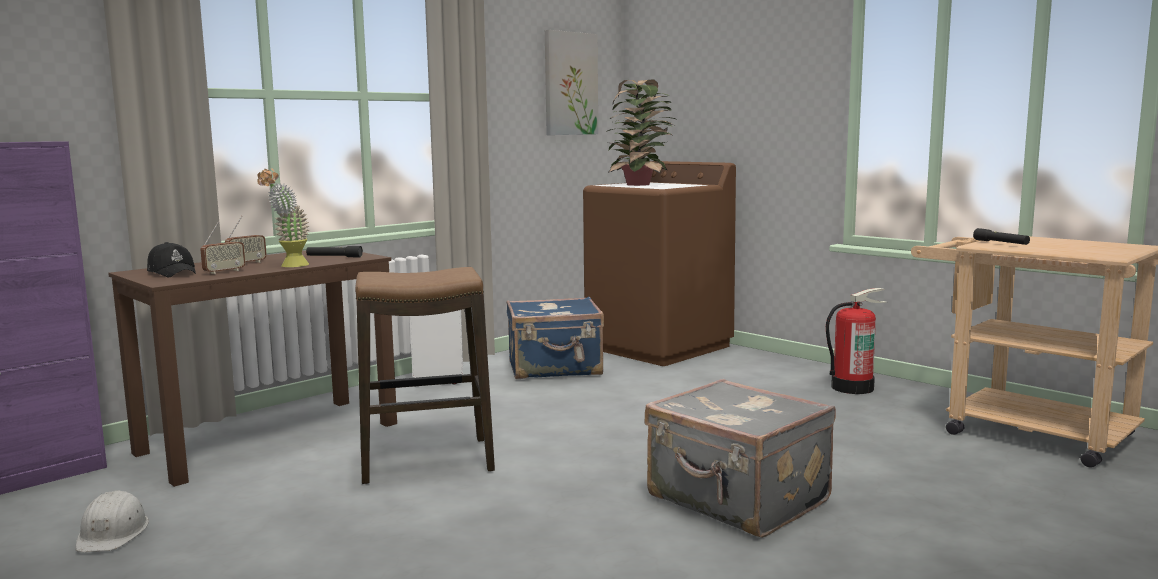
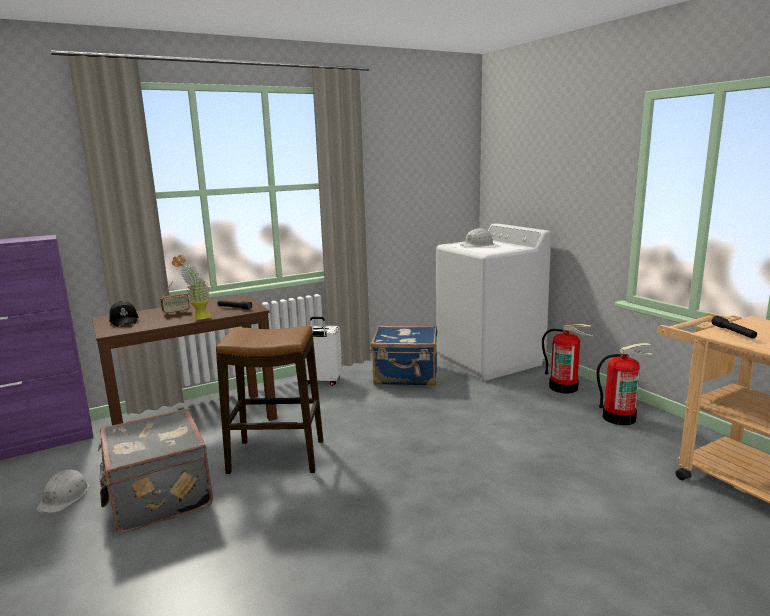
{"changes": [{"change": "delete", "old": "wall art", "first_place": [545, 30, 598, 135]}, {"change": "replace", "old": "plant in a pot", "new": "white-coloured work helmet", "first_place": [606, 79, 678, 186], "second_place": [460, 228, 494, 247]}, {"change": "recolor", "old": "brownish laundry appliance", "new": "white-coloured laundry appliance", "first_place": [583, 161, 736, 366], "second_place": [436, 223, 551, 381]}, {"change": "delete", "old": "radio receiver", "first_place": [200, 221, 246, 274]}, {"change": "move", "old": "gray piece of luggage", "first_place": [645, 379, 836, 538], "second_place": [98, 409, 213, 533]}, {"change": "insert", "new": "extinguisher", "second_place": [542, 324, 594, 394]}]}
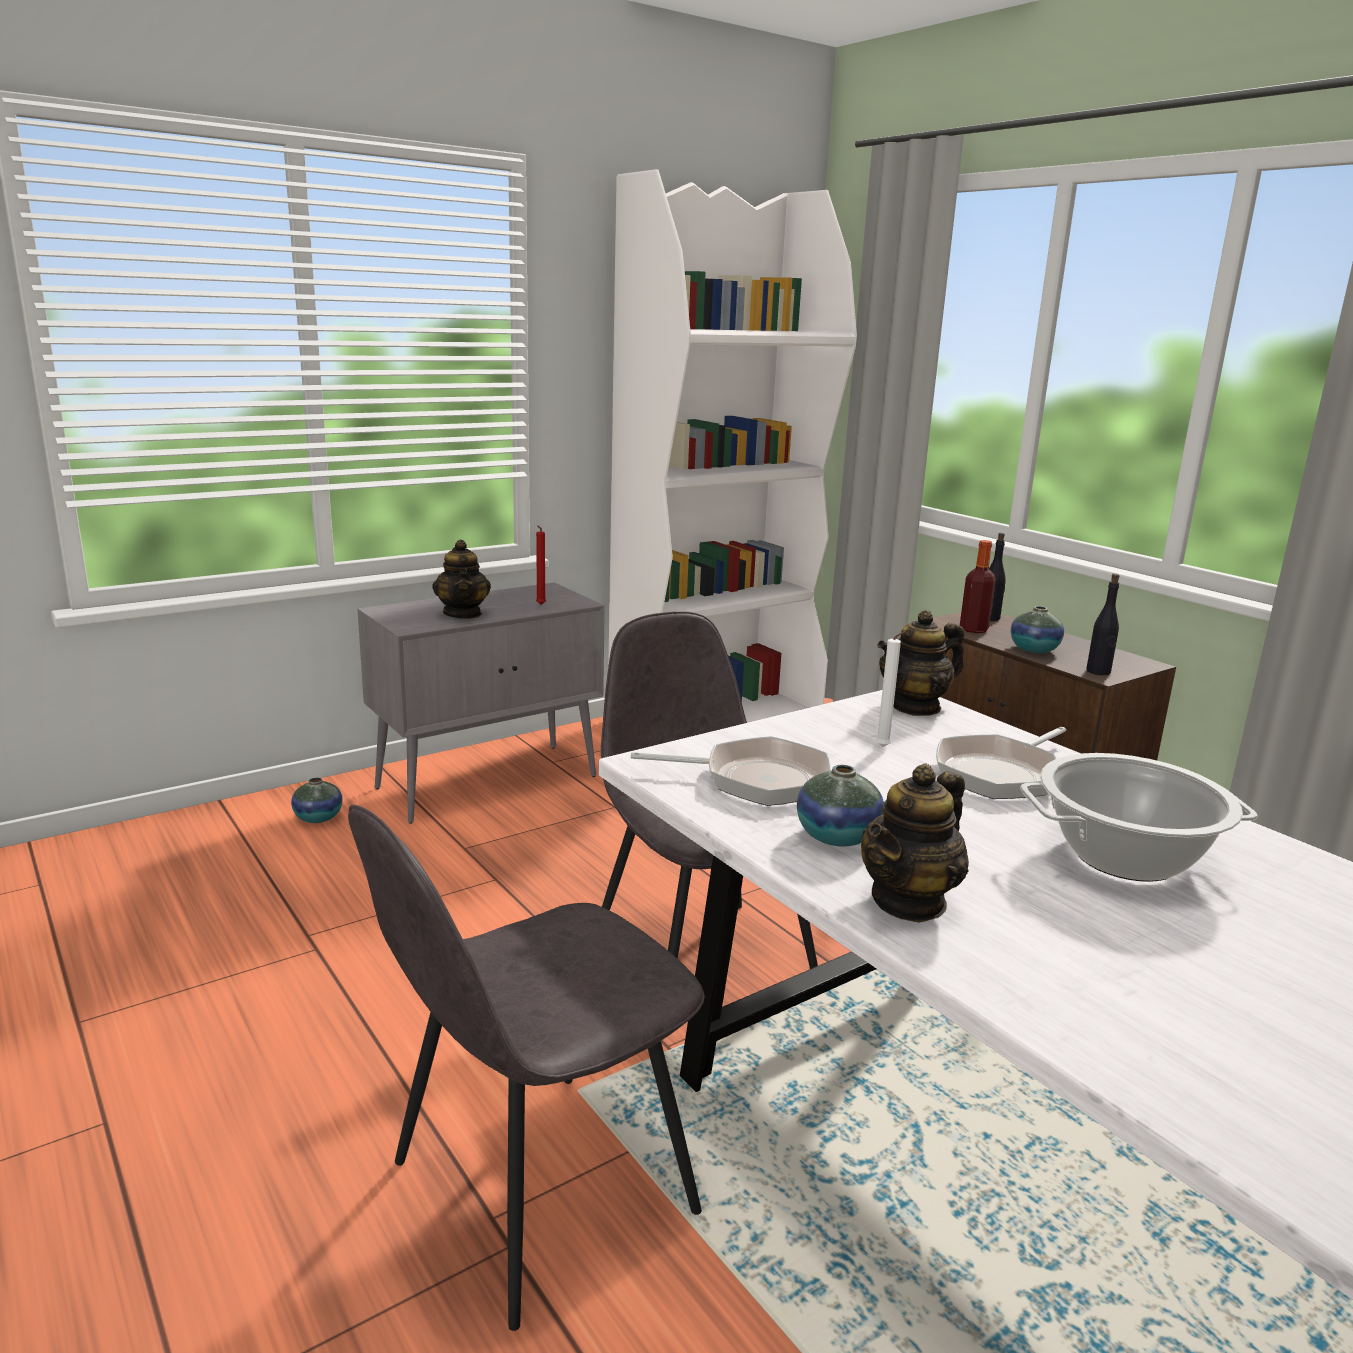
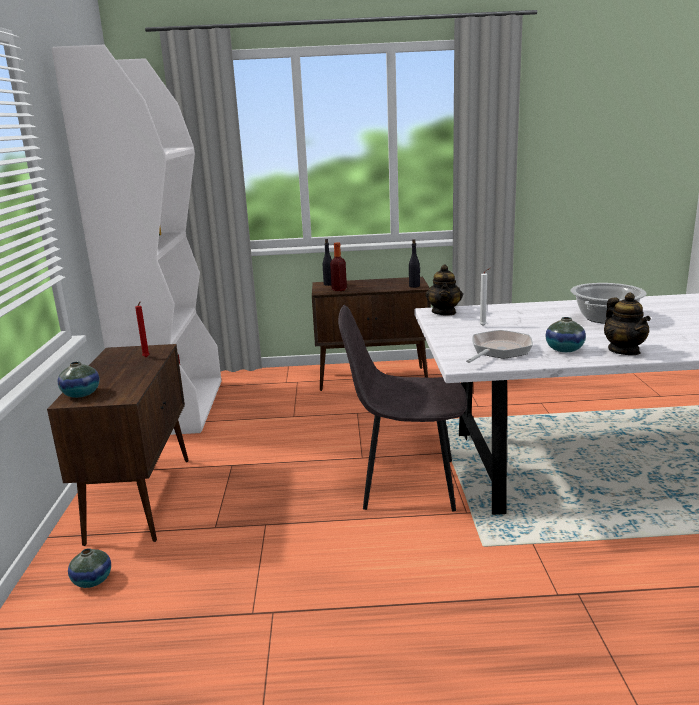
{"changes": [{"change": "delete", "old": "teapot", "first_place": [432, 540, 491, 619]}, {"change": "recolor", "old": "gray storage cabinet", "new": "brownish storage cabinet", "first_place": [358, 582, 605, 824], "second_place": [47, 344, 189, 546]}, {"change": "move", "old": "flower vase", "first_place": [1011, 606, 1064, 653], "second_place": [58, 361, 99, 398]}, {"change": "delete", "old": "frying pan", "first_place": [936, 727, 1066, 799]}, {"change": "delete", "old": "gray chair", "first_place": [348, 805, 705, 1331]}]}
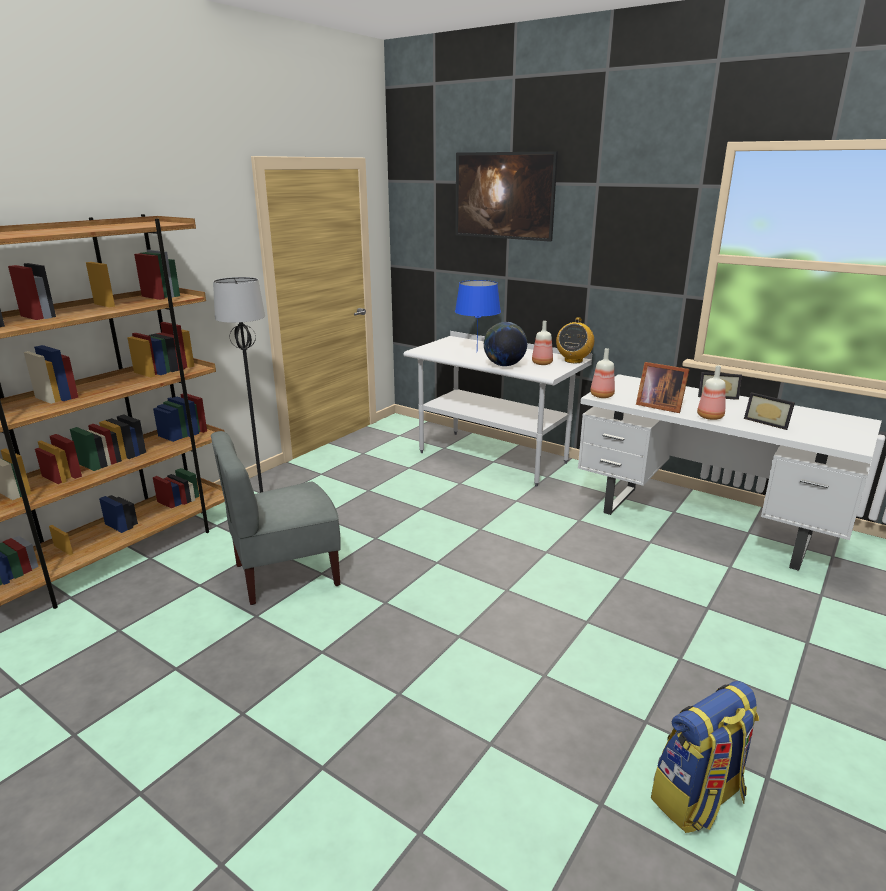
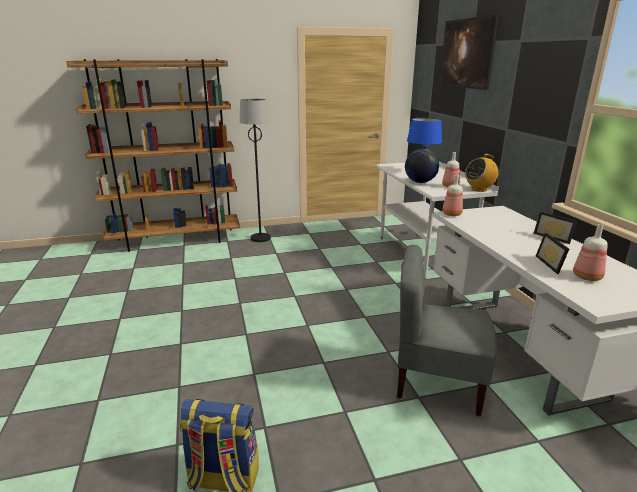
{"changes": [{"change": "delete", "old": "standing frame", "first_place": [636, 362, 690, 413]}, {"change": "move", "old": "beverage bottle", "first_place": [697, 365, 726, 420], "second_place": [573, 224, 608, 281]}, {"change": "move", "old": "gray chair", "first_place": [211, 431, 340, 605], "second_place": [397, 245, 497, 416]}]}
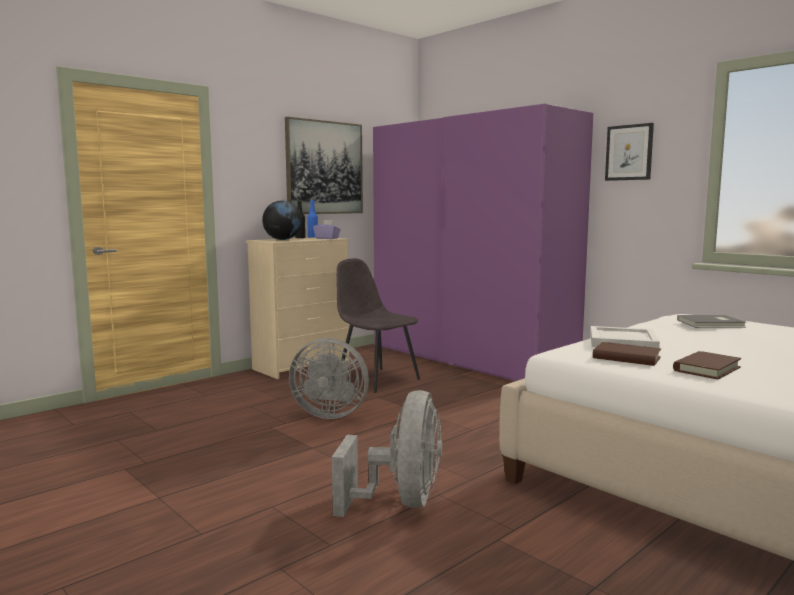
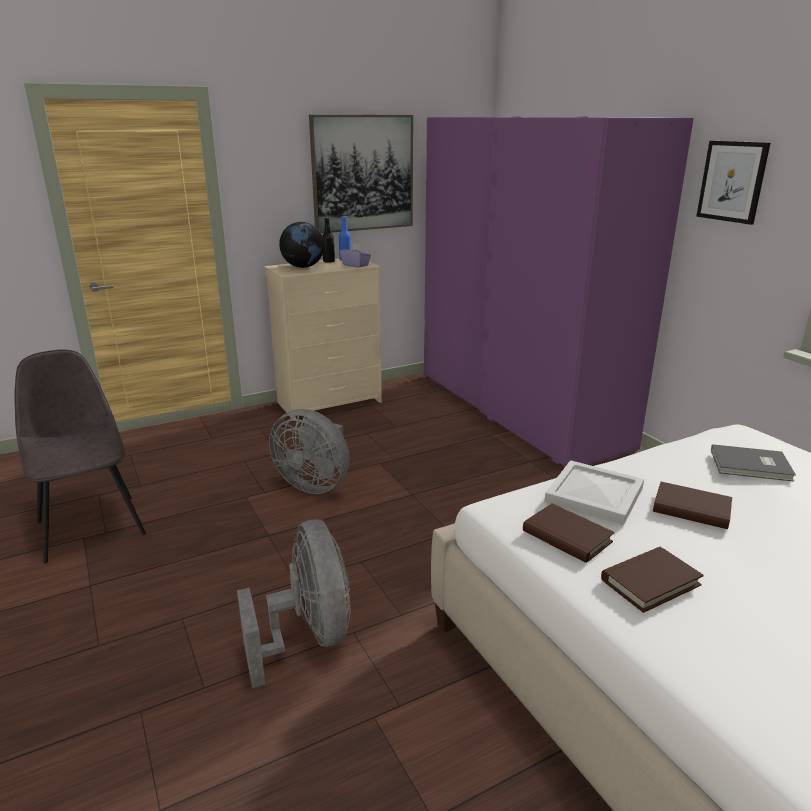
{"changes": [{"change": "move", "old": "gray chair", "first_place": [336, 259, 420, 393], "second_place": [14, 349, 146, 563]}, {"change": "rotate", "old": "gray fan", "first_place": [332, 390, 442, 517], "second_place": [237, 519, 350, 688], "degrees": -45}, {"change": "insert", "new": "brownish bound book", "second_place": [653, 482, 732, 529]}]}
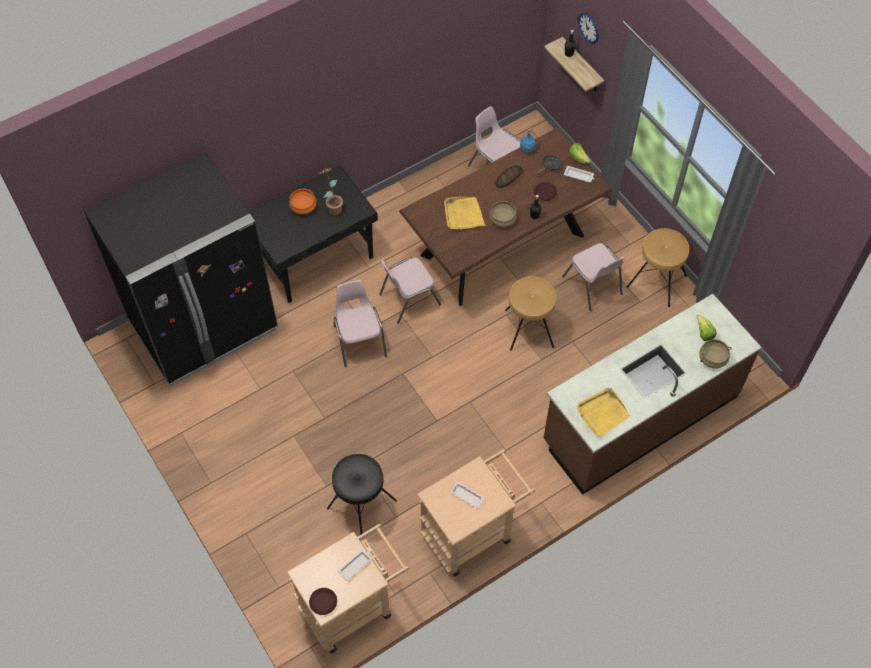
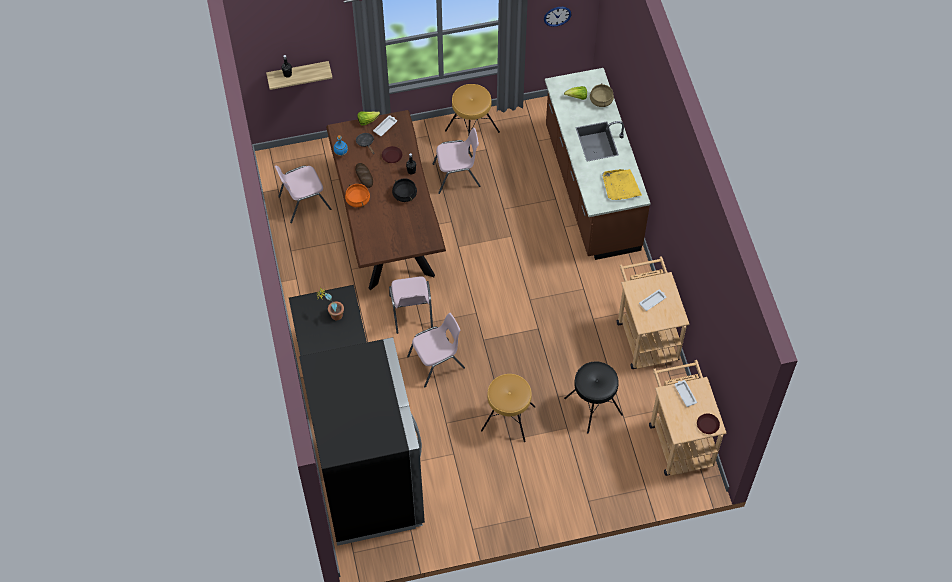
{"changes": [{"change": "move", "old": "wall clock", "first_place": [578, 13, 599, 44], "second_place": [544, 7, 572, 27]}, {"change": "move", "old": "orange-coloured saucepot", "first_place": [289, 189, 317, 215], "second_place": [345, 184, 370, 207]}, {"change": "delete", "old": "yellowish serving tray", "first_place": [444, 196, 485, 230]}, {"change": "recolor", "old": "sand-coloured saucepot", "new": "black-coloured saucepot", "first_place": [489, 201, 517, 227], "second_place": [392, 178, 417, 202]}, {"change": "move", "old": "brownish stool seat", "first_place": [505, 276, 556, 351], "second_place": [481, 374, 536, 442]}, {"change": "rotate", "old": "pink chair", "first_place": [334, 280, 387, 368], "second_place": [407, 313, 465, 388], "degrees": 150}]}
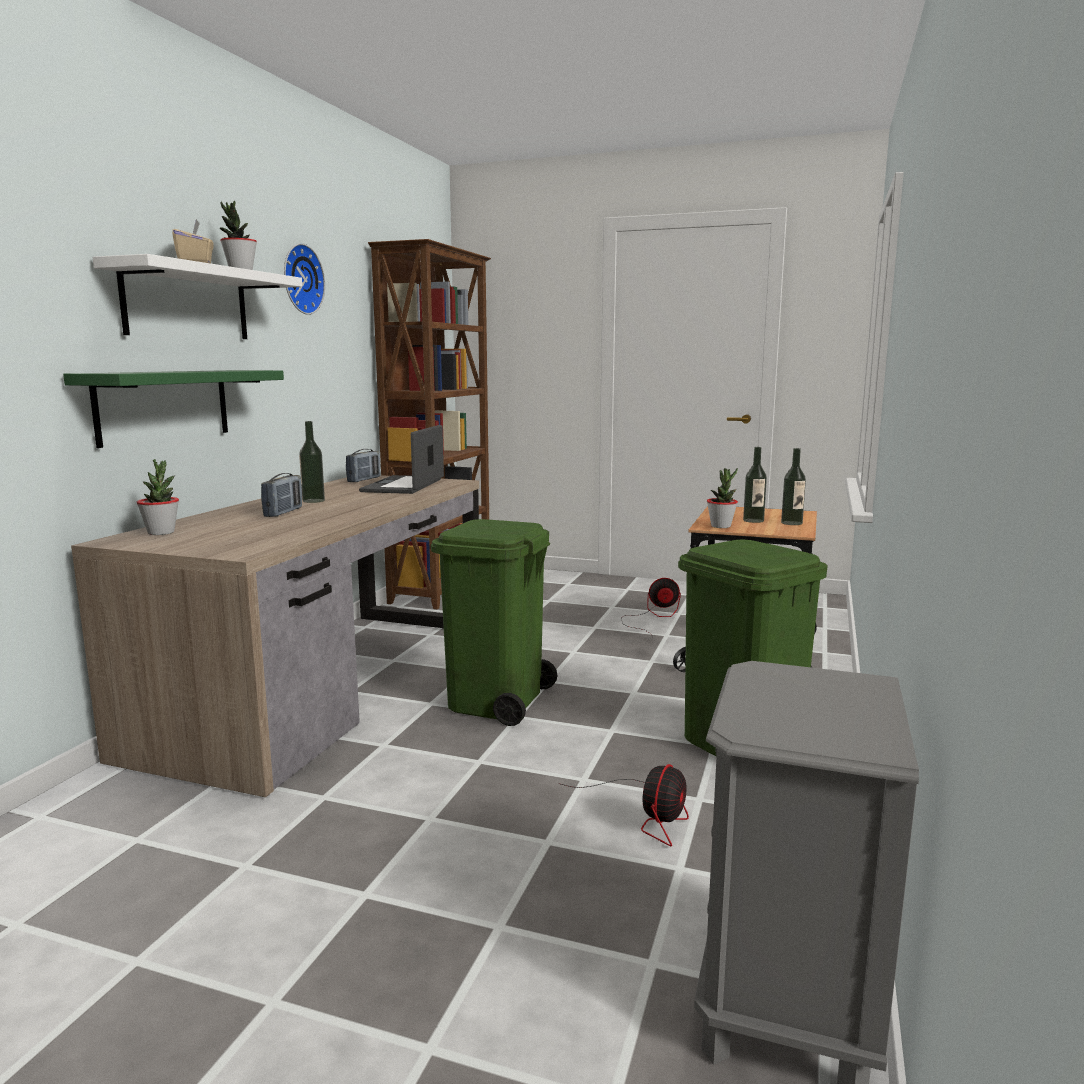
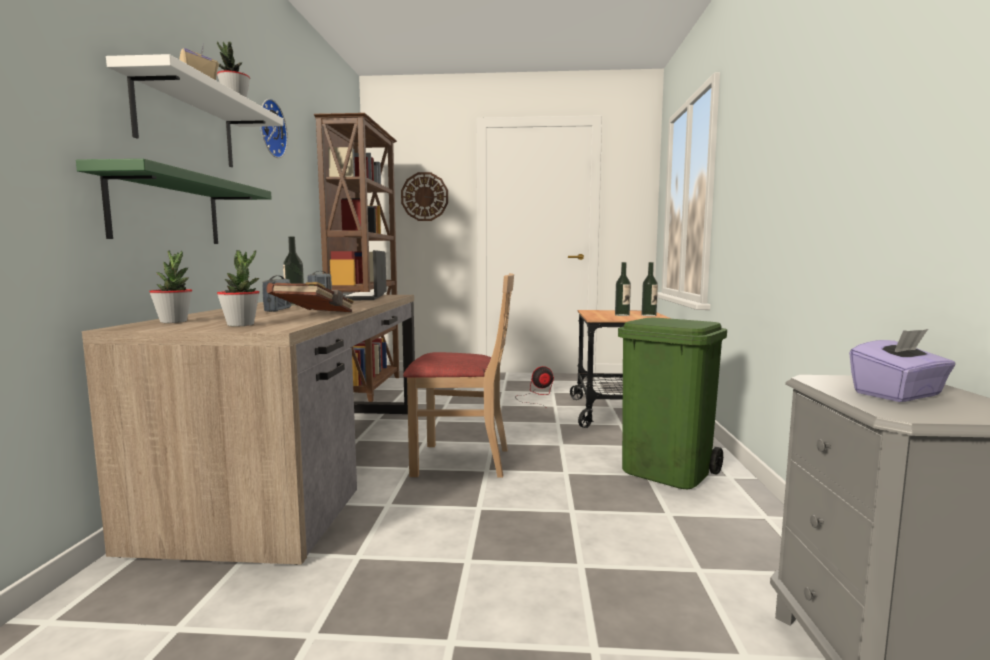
{"changes": [{"change": "move", "old": "plant in a pot", "first_place": [707, 468, 738, 528], "second_place": [217, 250, 260, 327]}, {"change": "replace", "old": "greenish waste bin", "new": "sand-coloured chair", "first_place": [431, 519, 558, 726], "second_place": [403, 273, 514, 478]}, {"change": "delete", "old": "fan", "first_place": [559, 764, 689, 847]}, {"change": "insert", "new": "wall clock", "second_place": [401, 172, 448, 221]}, {"change": "insert", "new": "brownish bound book", "second_place": [266, 282, 354, 312]}, {"change": "insert", "new": "purplish box of tissues", "second_place": [849, 329, 956, 402]}]}
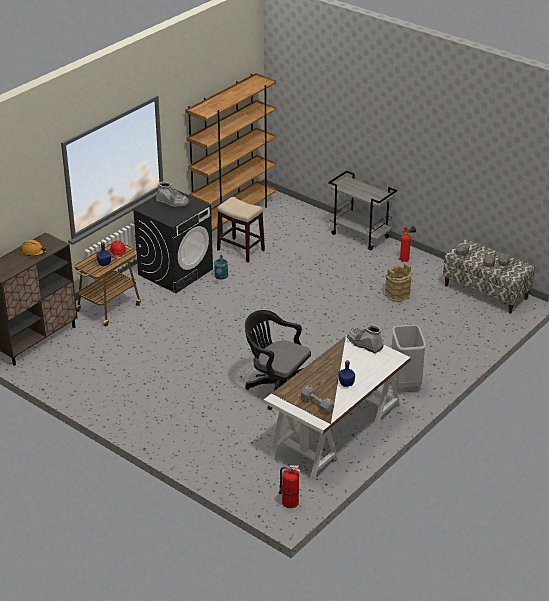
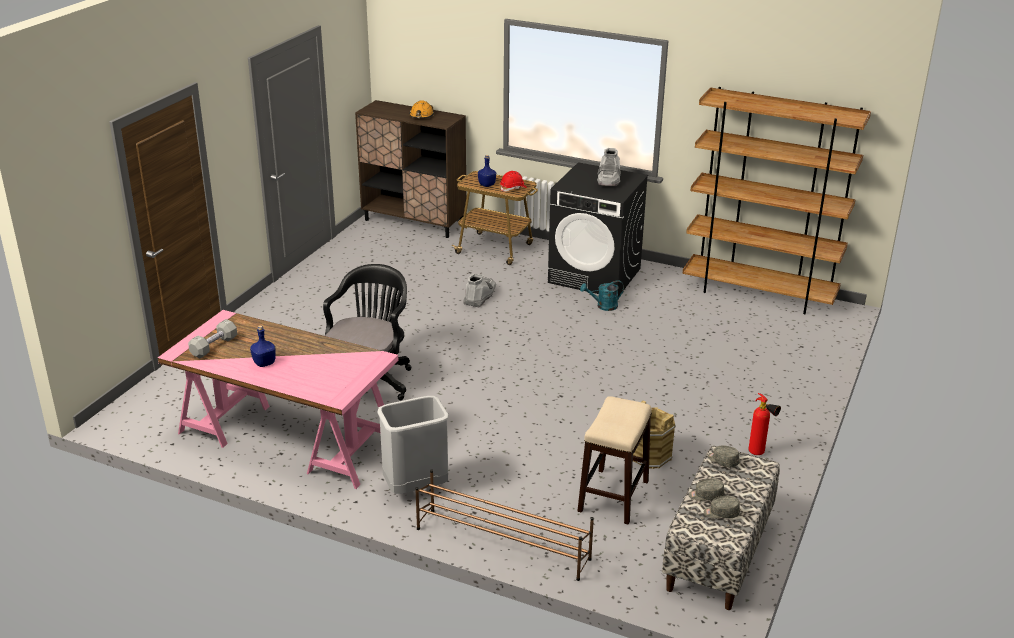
{"changes": [{"change": "delete", "old": "gray wheeled cart", "first_place": [328, 171, 397, 250]}, {"change": "move", "old": "stool seat", "first_place": [217, 197, 265, 263], "second_place": [578, 396, 652, 524]}, {"change": "move", "old": "gray tall boot", "first_place": [347, 324, 384, 354], "second_place": [463, 273, 496, 308]}, {"change": "recolor", "old": "white-coloured desk", "new": "pink desk", "first_place": [264, 335, 411, 481], "second_place": [158, 310, 398, 489]}, {"change": "delete", "old": "extinguisher", "first_place": [279, 465, 300, 508]}, {"change": "insert", "new": "brownish shoe shelf", "second_place": [415, 470, 594, 581]}]}
